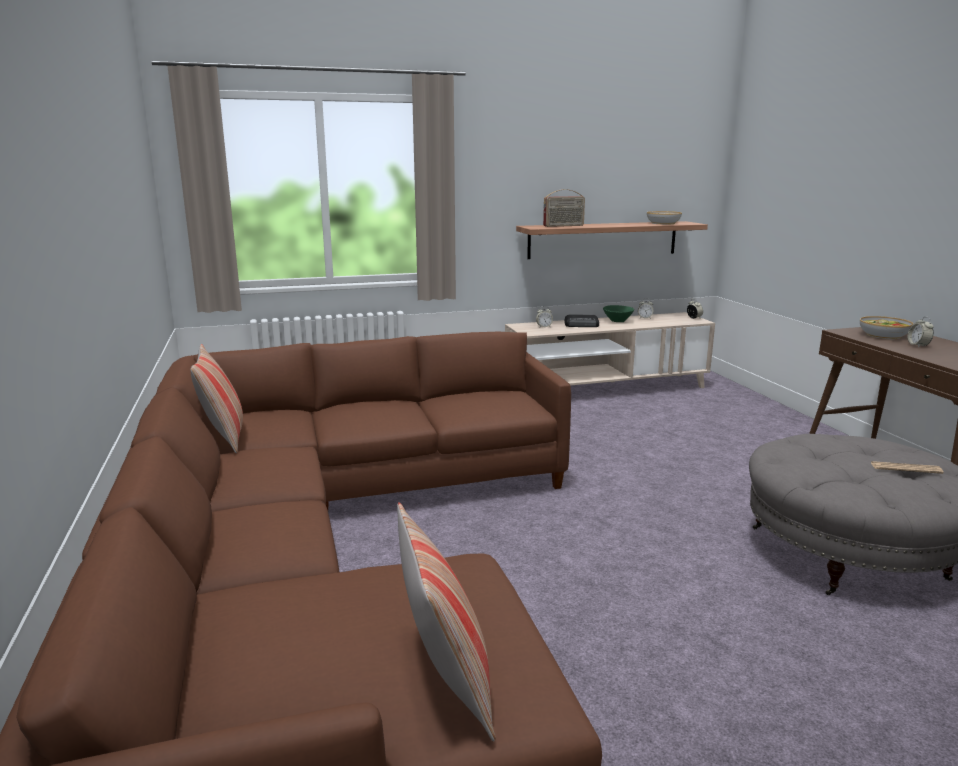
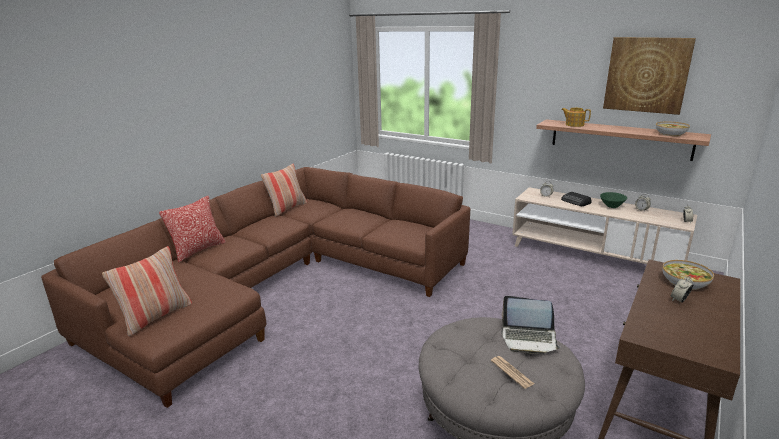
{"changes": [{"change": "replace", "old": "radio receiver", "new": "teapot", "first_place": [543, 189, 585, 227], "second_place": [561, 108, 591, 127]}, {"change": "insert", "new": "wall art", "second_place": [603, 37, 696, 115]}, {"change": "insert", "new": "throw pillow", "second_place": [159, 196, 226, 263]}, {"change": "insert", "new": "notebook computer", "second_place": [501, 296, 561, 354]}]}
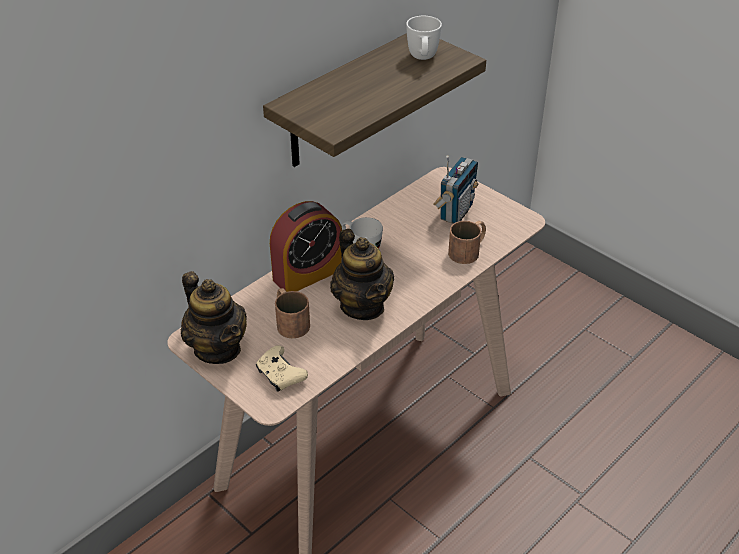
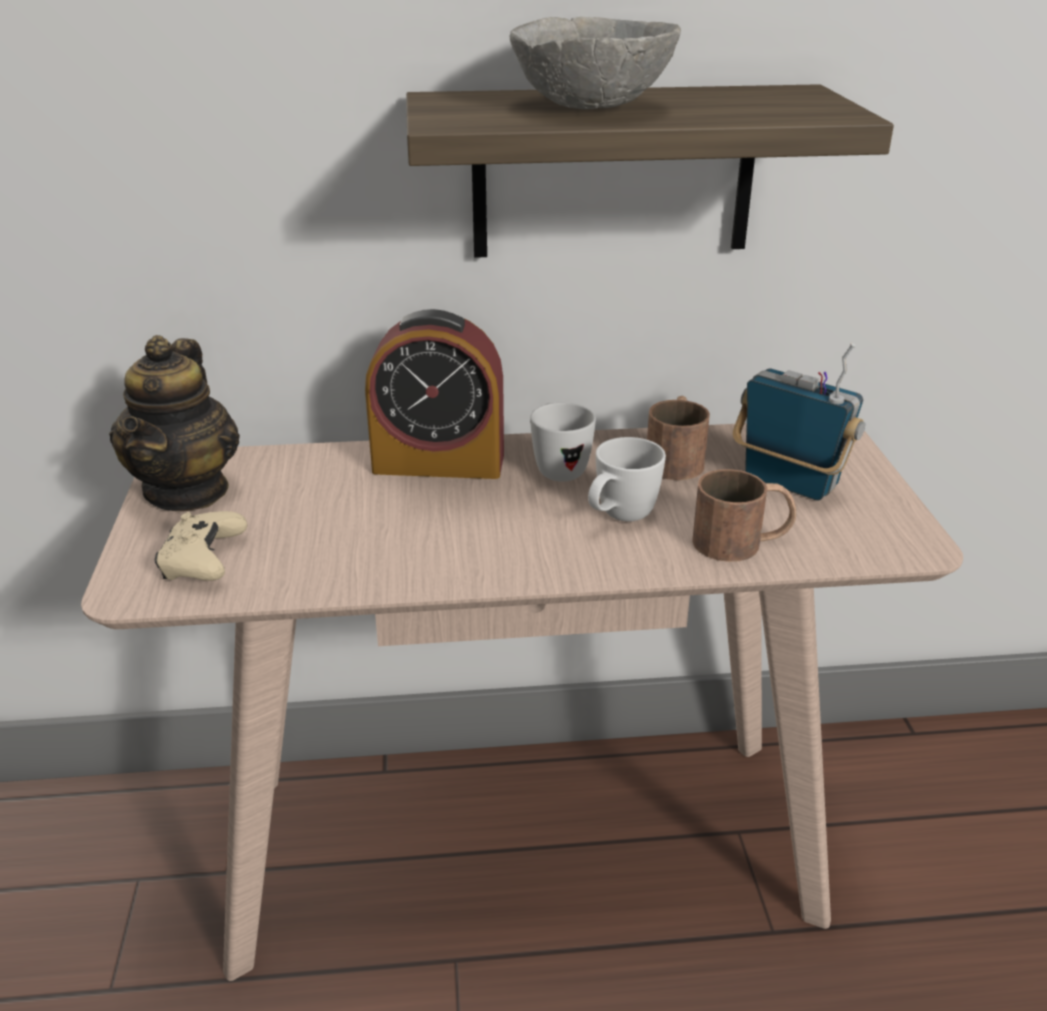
{"changes": [{"change": "move", "old": "white-coloured tea mug", "first_place": [406, 16, 442, 60], "second_place": [588, 437, 666, 522]}, {"change": "rotate", "old": "radio receiver", "first_place": [434, 155, 478, 224], "second_place": [733, 343, 865, 501], "degrees": -120}, {"change": "delete", "old": "teapot", "first_place": [330, 229, 394, 320]}, {"change": "move", "old": "brownish tea mug", "first_place": [275, 288, 310, 338], "second_place": [647, 396, 710, 480]}, {"change": "insert", "new": "gray deep dish", "second_place": [509, 17, 681, 109]}]}
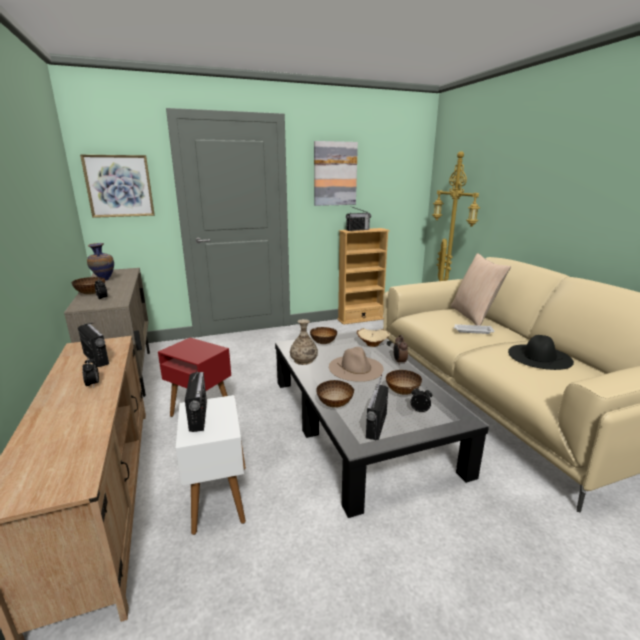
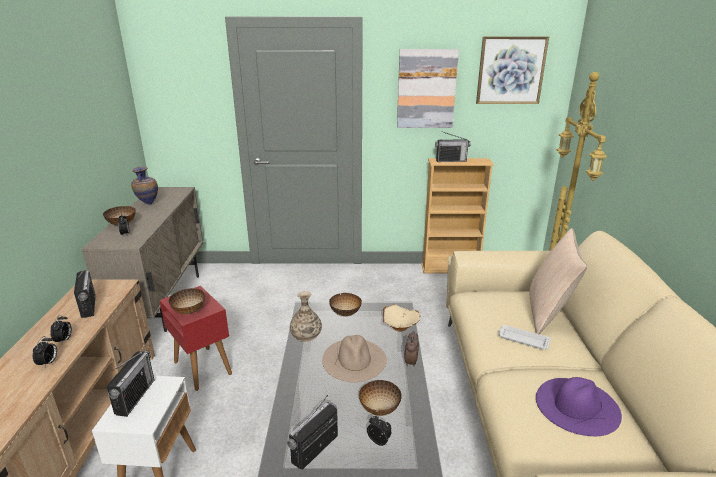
{"changes": [{"change": "move", "old": "wall art", "first_place": [80, 155, 155, 218], "second_place": [476, 36, 549, 104]}, {"change": "recolor", "old": "black-coloured clothing hat", "new": "purplish clothing hat", "first_place": [508, 335, 574, 370], "second_place": [536, 377, 622, 436]}, {"change": "move", "old": "deep dish", "first_place": [316, 380, 354, 408], "second_place": [169, 288, 205, 314]}, {"change": "insert", "new": "alarm clock", "second_place": [33, 336, 57, 367]}]}
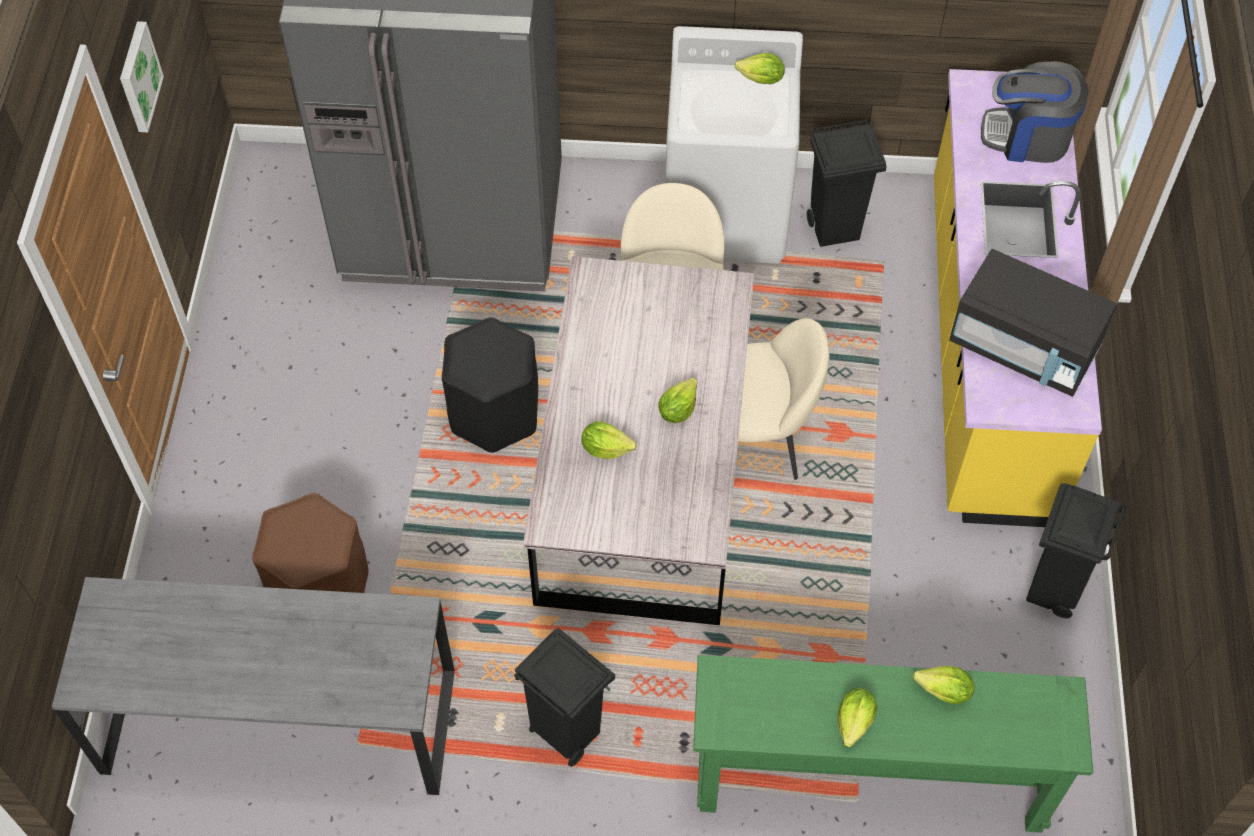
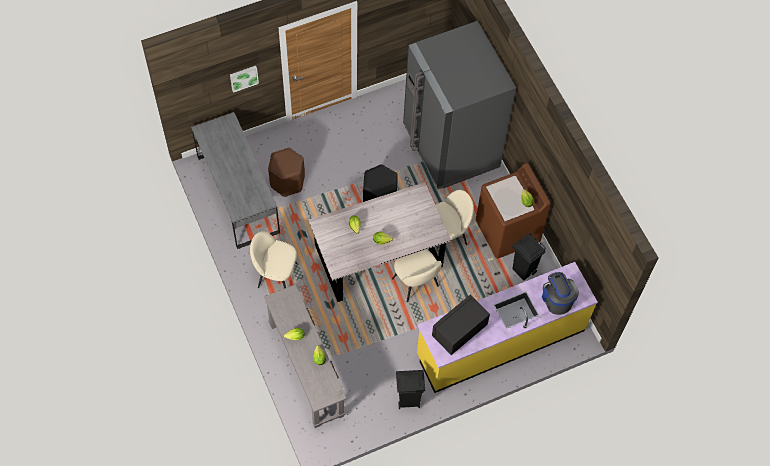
{"changes": [{"change": "move", "old": "wall art", "first_place": [120, 21, 164, 132], "second_place": [230, 66, 259, 93]}, {"change": "recolor", "old": "white-coloured laundry appliance", "new": "brownish laundry appliance", "first_place": [665, 26, 803, 264], "second_place": [476, 163, 551, 259]}, {"change": "rotate", "old": "black-coloured kitchen microwave", "first_place": [949, 249, 1117, 397], "second_place": [432, 294, 490, 355], "degrees": 45}, {"change": "replace", "old": "black-coloured waste bin", "new": "sand-coloured chair", "first_place": [514, 628, 615, 767], "second_place": [250, 231, 297, 289]}, {"change": "recolor", "old": "greenish hall table", "new": "gray hall table", "first_place": [693, 655, 1093, 833], "second_place": [264, 284, 347, 428]}]}
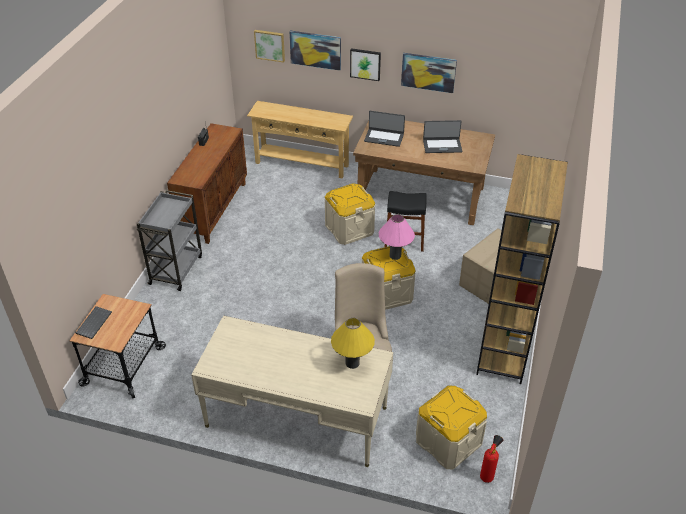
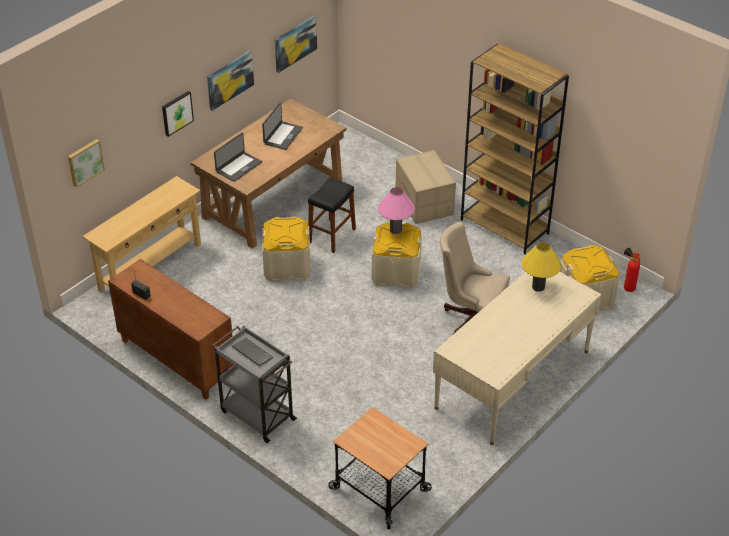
{"changes": [{"change": "move", "old": "wall art", "first_place": [289, 31, 341, 71], "second_place": [275, 16, 317, 73]}, {"change": "move", "old": "computer keyboard", "first_place": [76, 306, 112, 339], "second_place": [232, 337, 273, 367]}]}
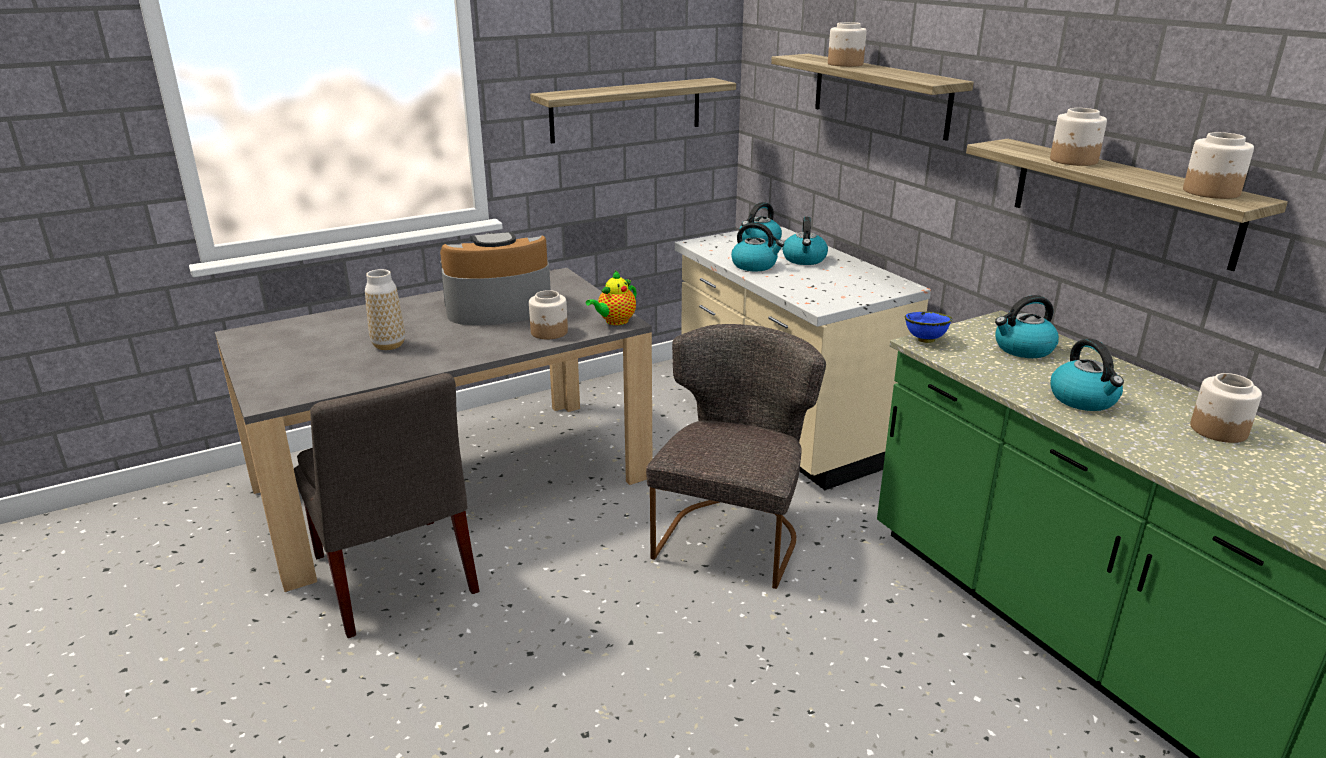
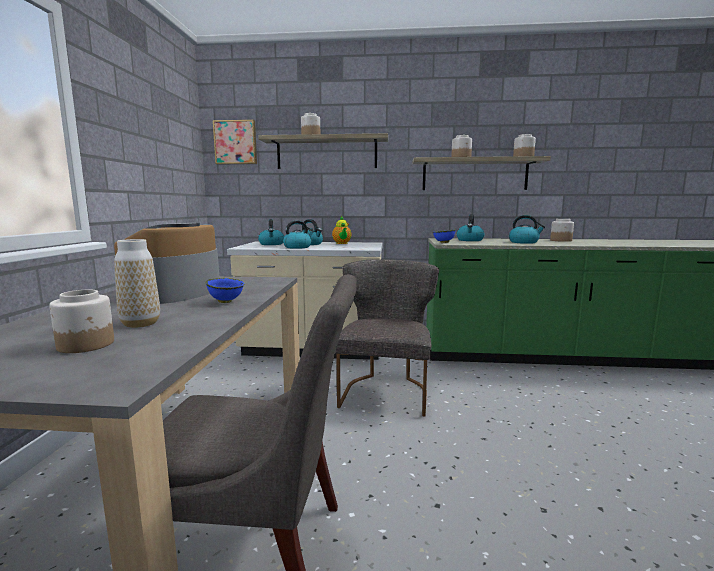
{"changes": [{"change": "delete", "old": "bracket shelf", "first_place": [530, 78, 736, 143]}, {"change": "move", "old": "teapot", "first_place": [586, 271, 637, 325], "second_place": [332, 216, 352, 244]}, {"change": "move", "old": "preserve jar", "first_place": [529, 290, 568, 339], "second_place": [49, 290, 114, 353]}, {"change": "rotate", "old": "gray chair", "first_place": [646, 324, 826, 589], "second_place": [335, 259, 439, 417], "degrees": 45}, {"change": "insert", "new": "wall art", "second_place": [213, 120, 257, 164]}, {"change": "insert", "new": "blue deep dish", "second_place": [206, 278, 244, 303]}]}
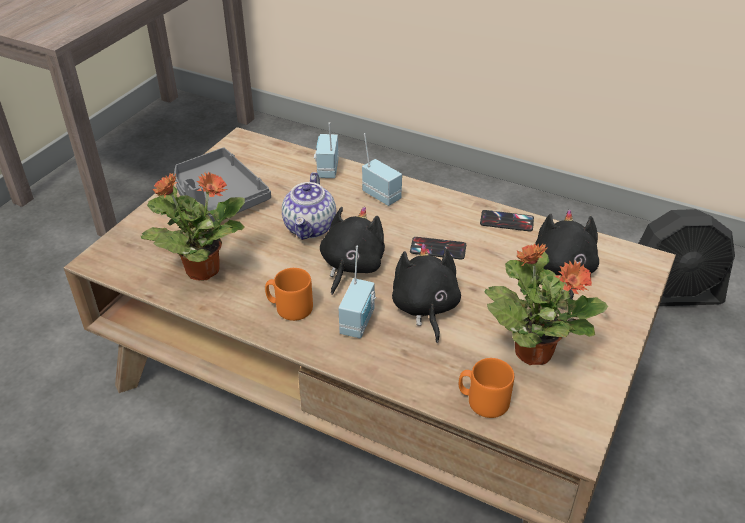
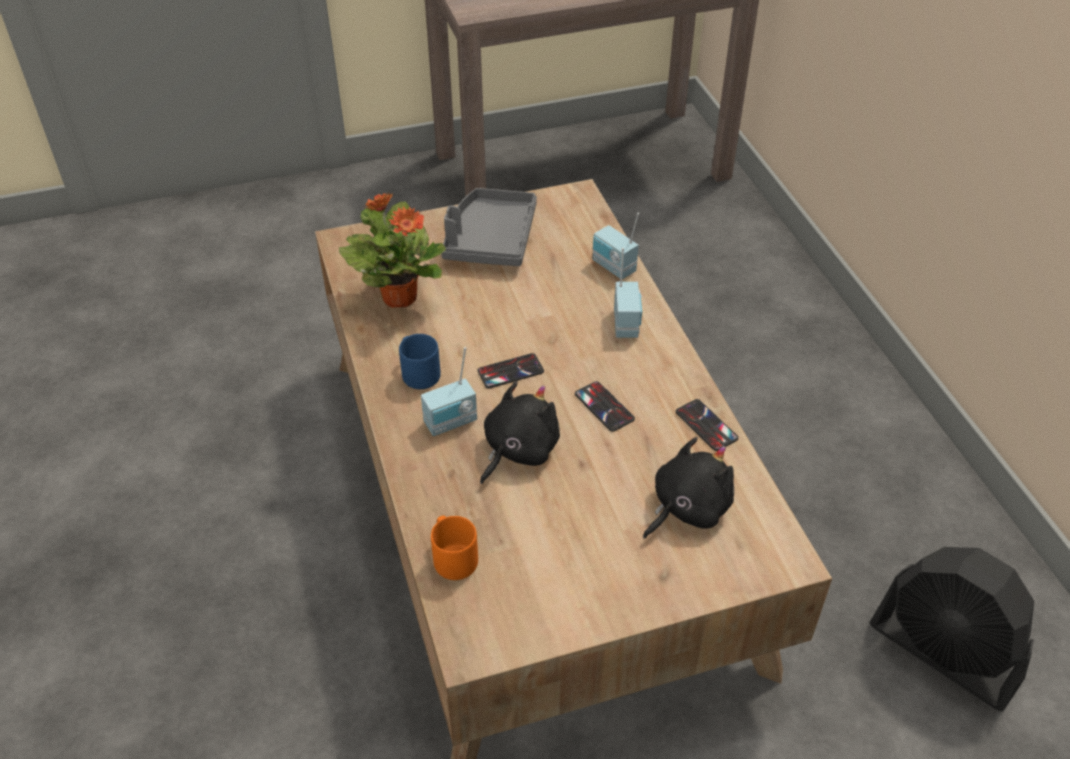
{"changes": [{"change": "rotate", "old": "radio receiver", "first_place": [314, 122, 339, 178], "second_place": [593, 213, 639, 279], "degrees": -90}, {"change": "delete", "old": "teapot", "first_place": [282, 172, 336, 240]}, {"change": "replace", "old": "black-coloured cuddly toy", "new": "phone", "first_place": [320, 206, 385, 295], "second_place": [478, 353, 544, 389]}, {"change": "delete", "old": "plant in a pot", "first_place": [484, 243, 608, 365]}, {"change": "recolor", "old": "orange-coloured tea mug", "new": "blue tea mug", "first_place": [265, 268, 313, 321], "second_place": [399, 334, 441, 389]}]}
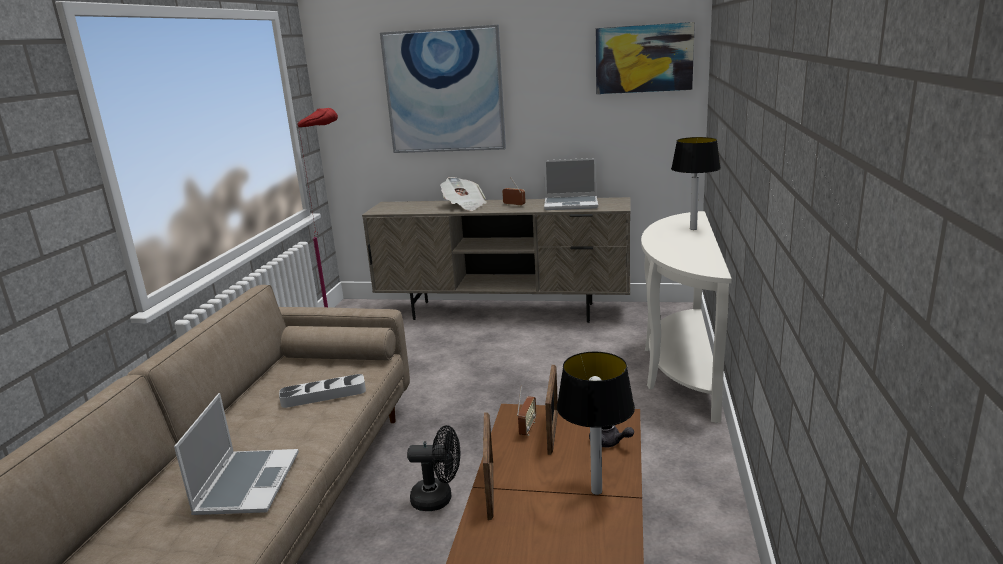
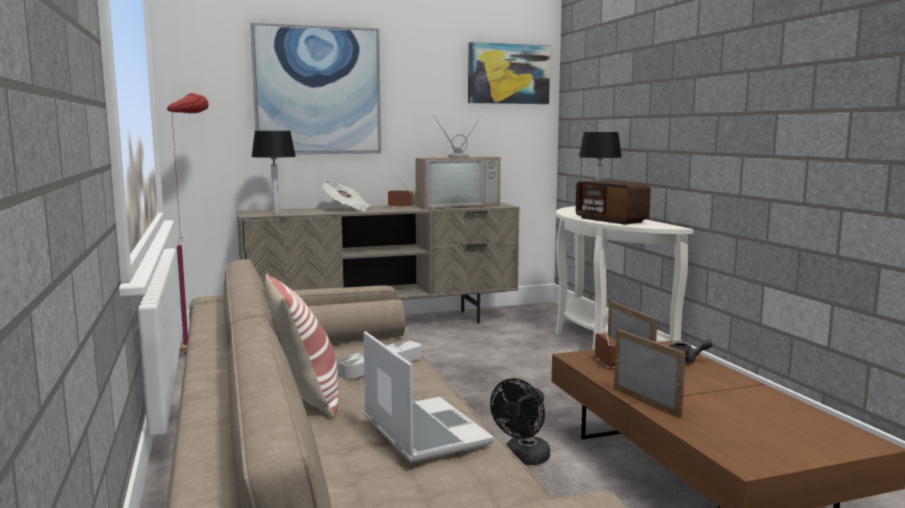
{"changes": [{"change": "replace", "old": "notebook computer", "new": "television", "first_place": [544, 158, 598, 210], "second_place": [415, 115, 501, 209]}, {"change": "move", "old": "tabletop lamp", "first_place": [557, 352, 635, 495], "second_place": [251, 131, 296, 214]}, {"change": "rotate", "old": "black-coloured fan", "first_place": [407, 425, 460, 511], "second_place": [490, 378, 550, 465], "degrees": 150}, {"change": "insert", "new": "radio receiver", "second_place": [576, 180, 651, 224]}, {"change": "insert", "new": "throw pillow", "second_place": [265, 273, 338, 418]}]}
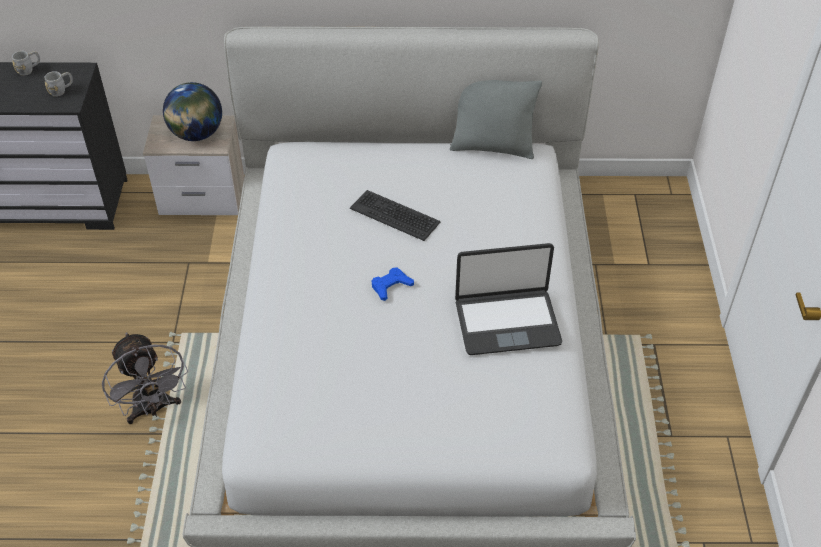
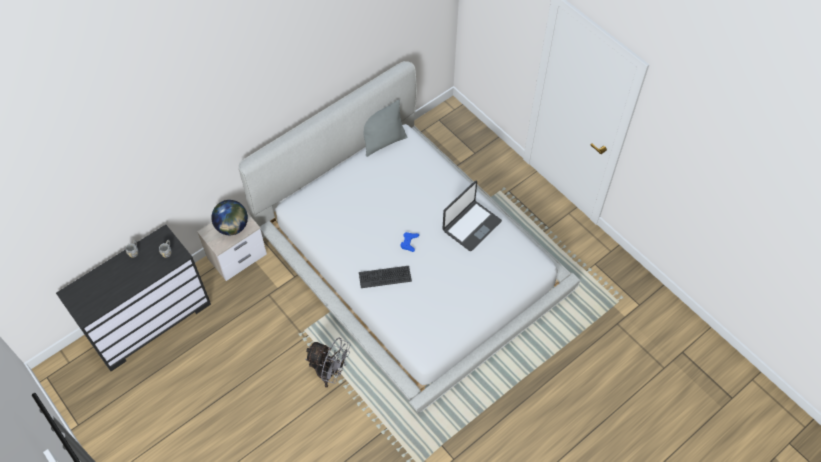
{"changes": [{"change": "move", "old": "computer keyboard", "first_place": [350, 190, 440, 241], "second_place": [359, 266, 412, 288]}]}
